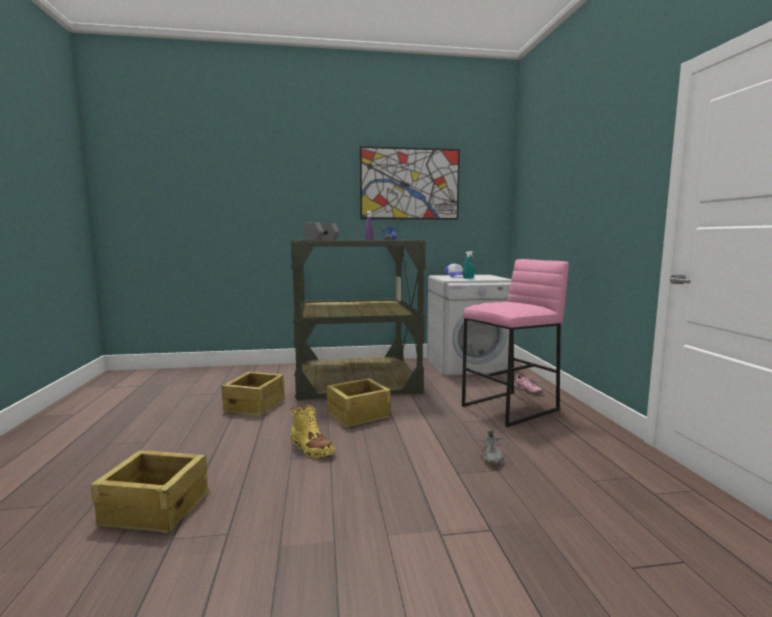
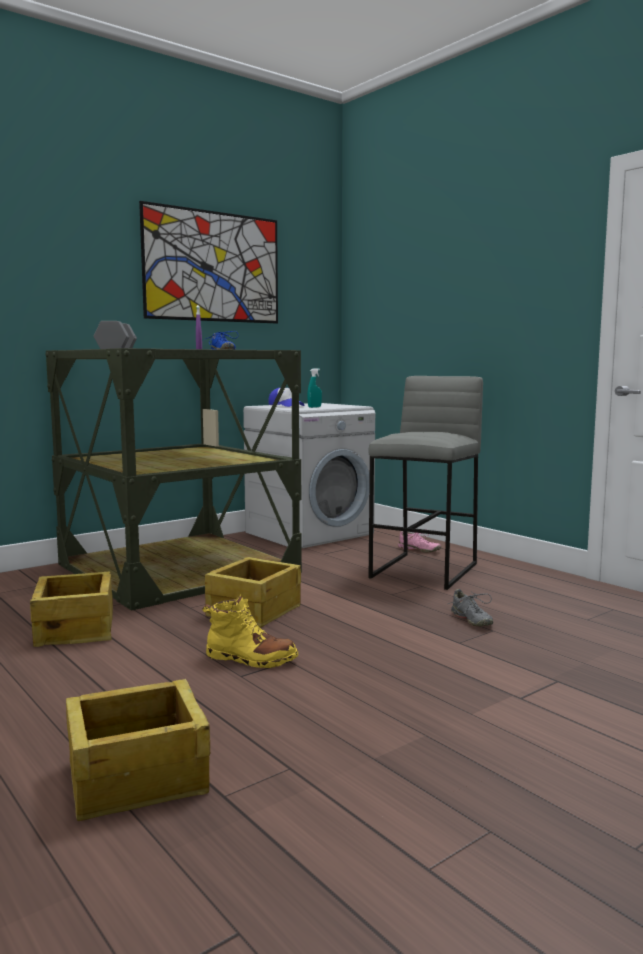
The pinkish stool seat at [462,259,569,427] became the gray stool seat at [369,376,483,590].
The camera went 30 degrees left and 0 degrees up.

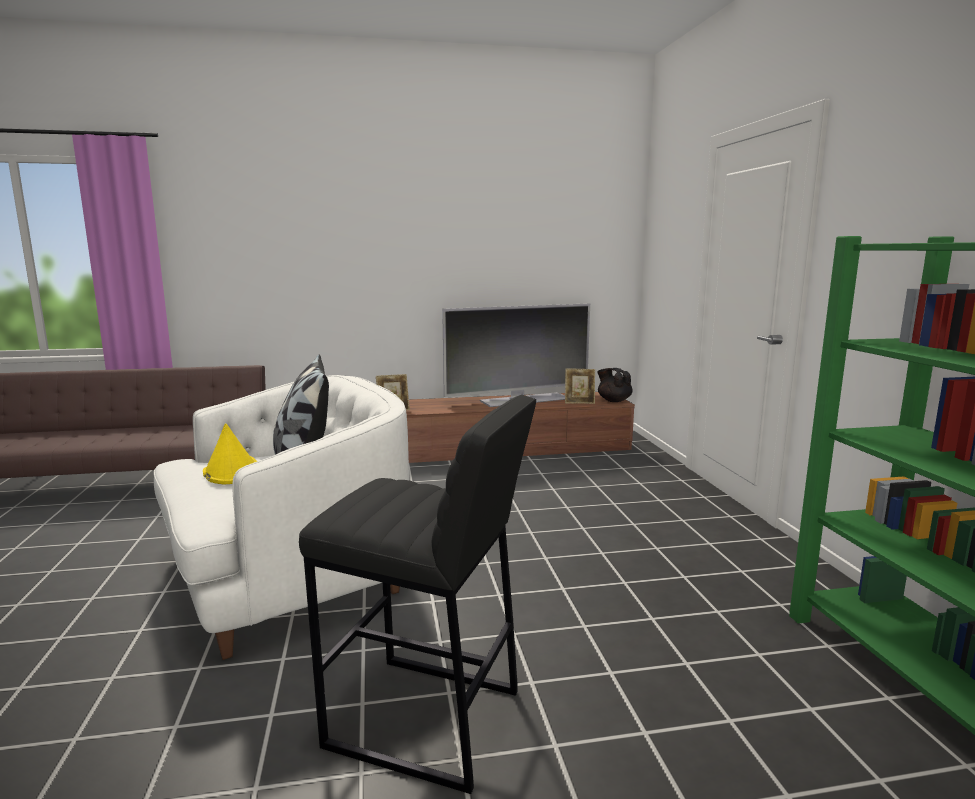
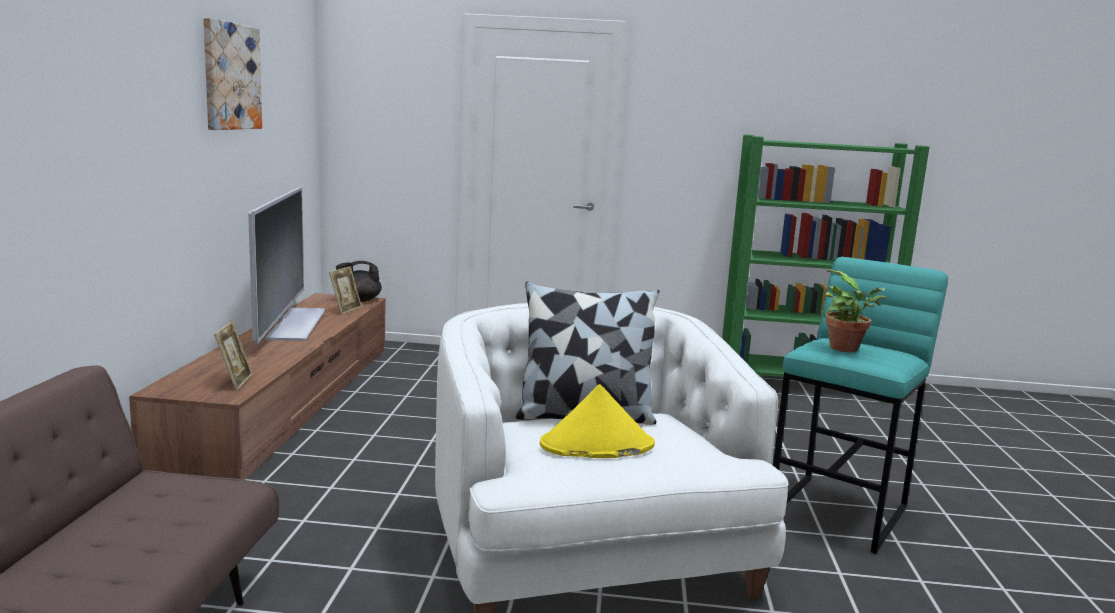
The wall picture at [203,17,262,130] appeared.
The plant in a pot at [823,270,887,352] appeared.
The black-coloured stool seat at [299,395,536,794] became the turquoise-coloured stool seat at [773,257,948,554].
The camera went 75 degrees left and 0 degrees up.

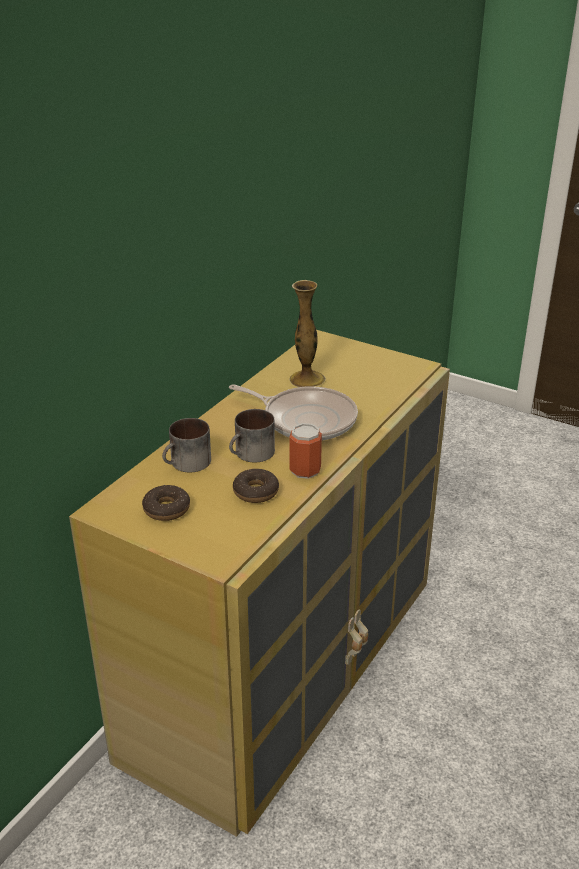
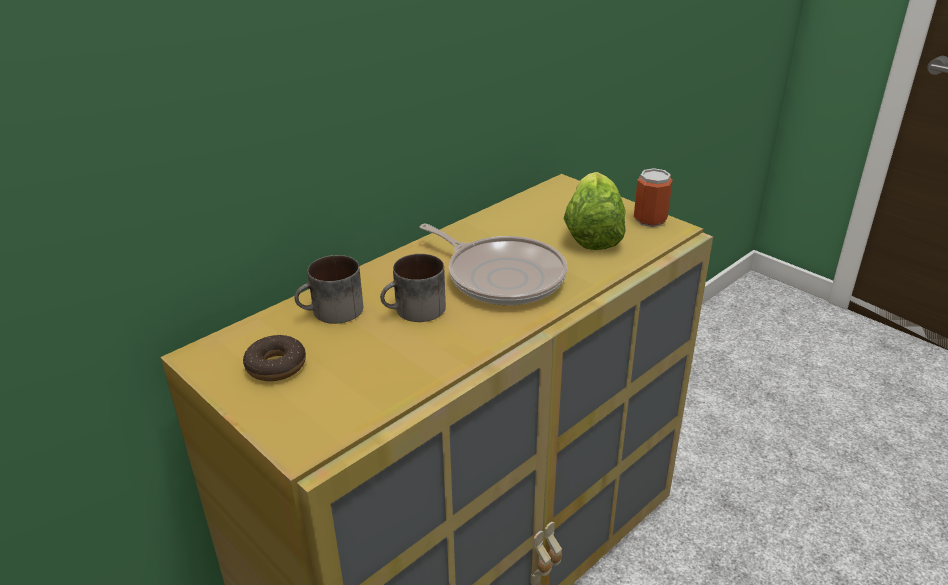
The ring doughnut at [233,469,279,503] disappeared.
The decorative vase at [290,280,326,387] disappeared.
The lettuce at [564,172,626,250] appeared.
The can moved from [289,423,322,479] to [634,168,673,227].
The camera went 15 degrees right and 0 degrees up.

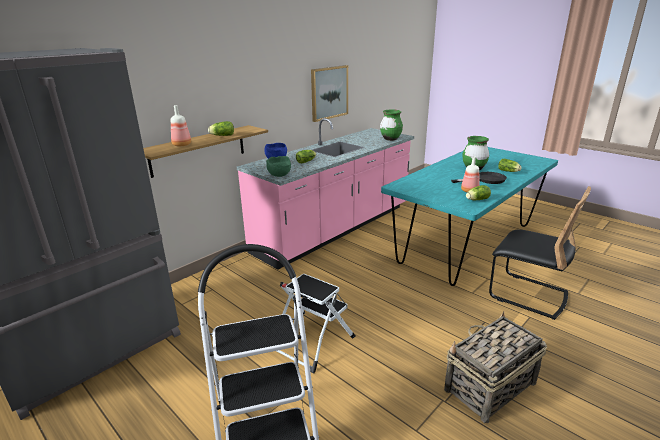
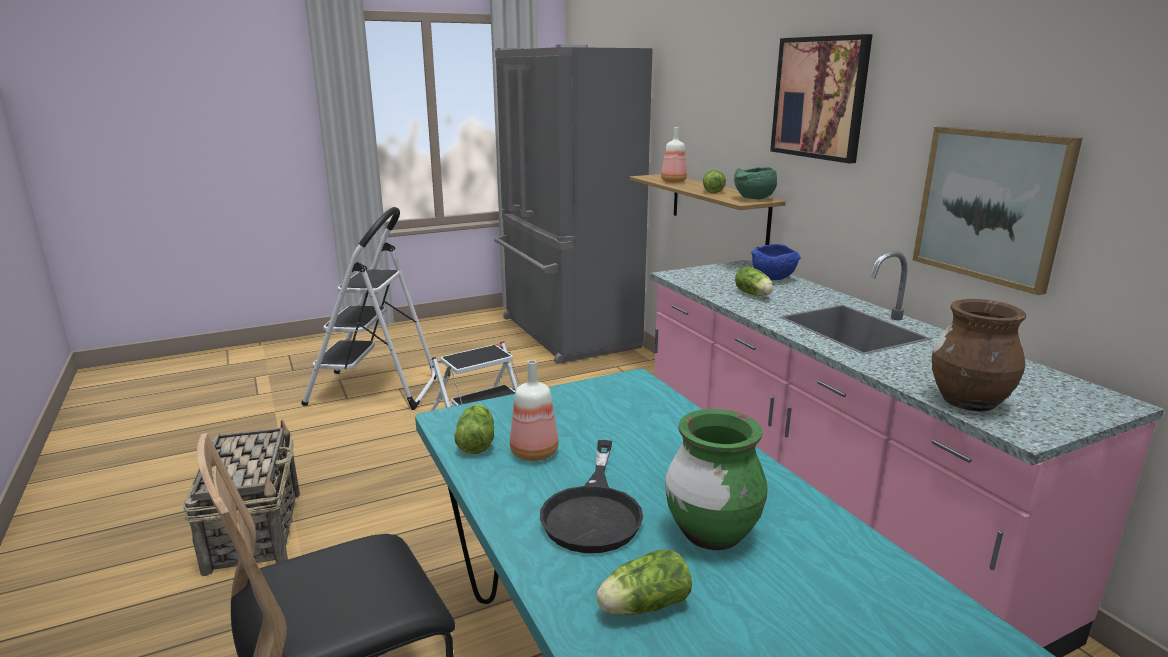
The wall picture at [770,34,873,163] appeared.
The green serving bowl moved from [266,156,291,177] to [734,167,777,199].
The green decorative vase at [380,109,403,141] became the brown-coloured decorative vase at [932,299,1026,411].
The camera went 110 degrees right and 5 degrees down.

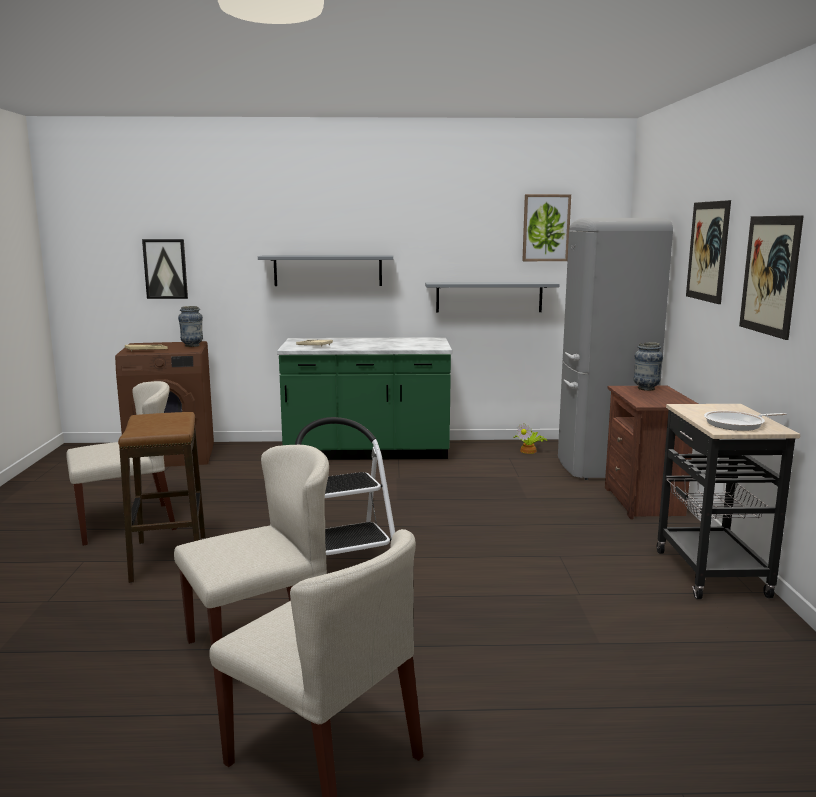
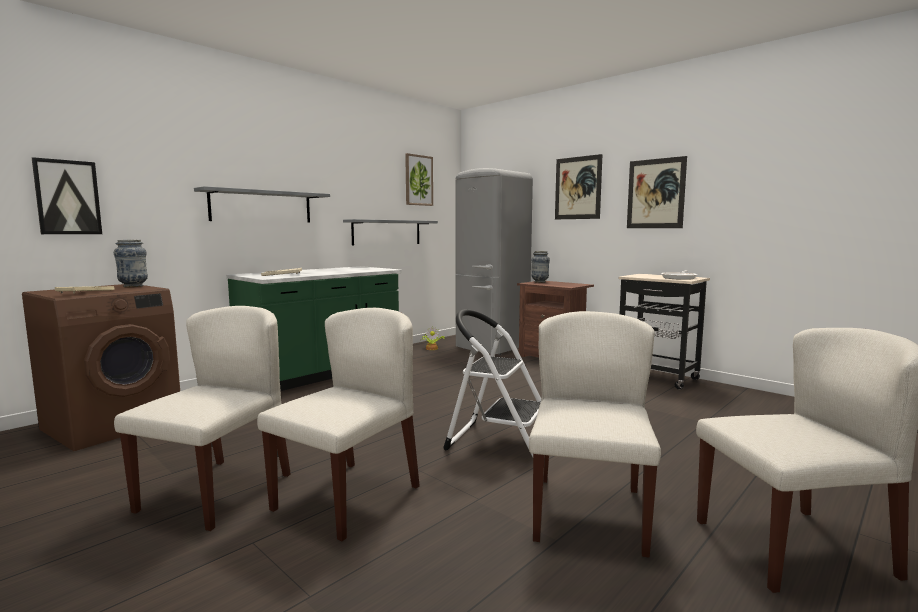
The stool seat at [118,412,206,583] was replaced by the sand-coloured upright chair at [257,308,420,541].
The camera went 45 degrees left and 5 degrees down.

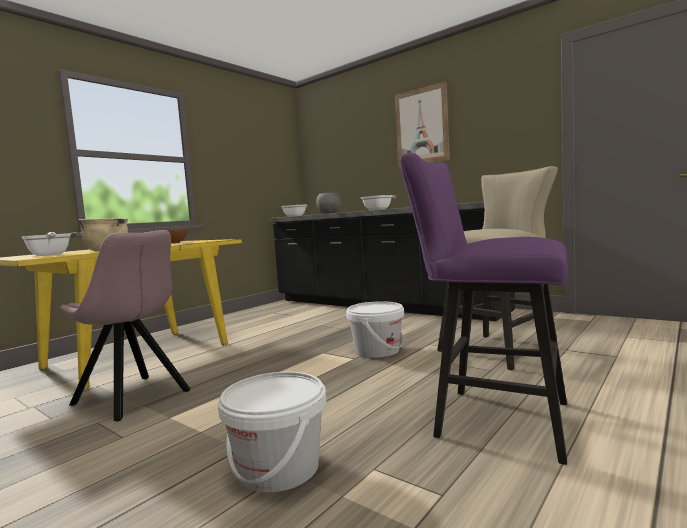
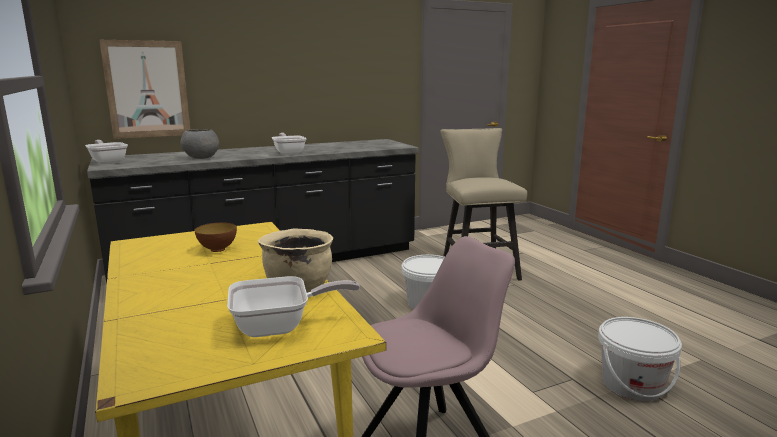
The purple-coloured stool seat at [400,152,568,465] disappeared.
The wall picture moved from [395,81,450,168] to [99,40,190,139].
The camera went 65 degrees left and 10 degrees up.

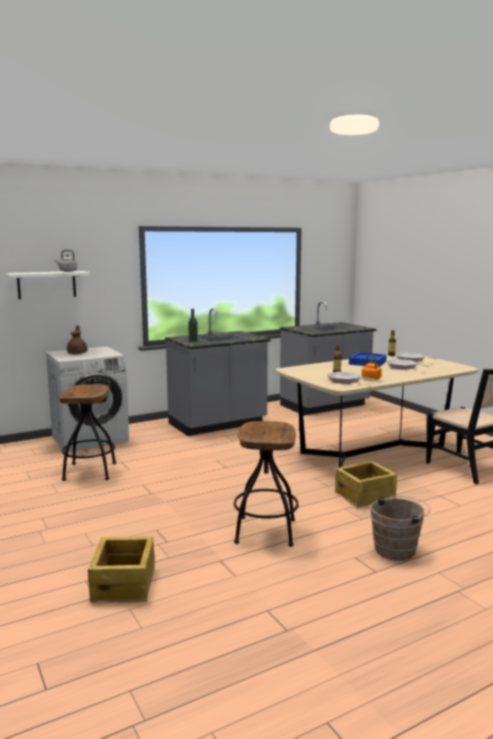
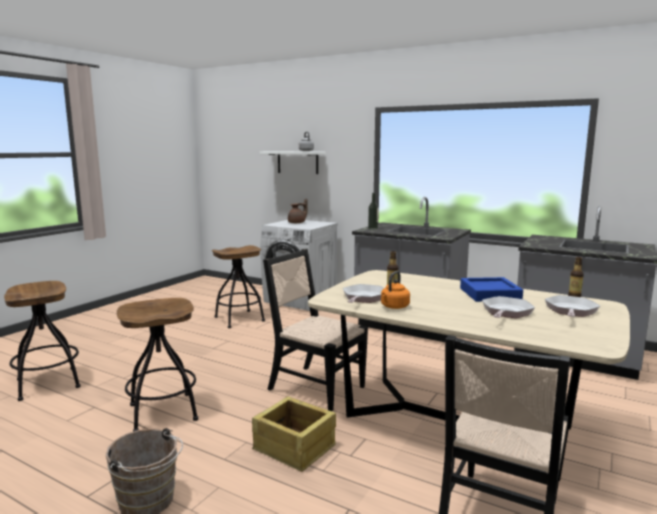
The upright chair at [263,249,368,411] appeared.
The shipping crate at [88,536,155,602] was replaced by the brown-coloured stool seat at [4,281,81,401].
The camera went 60 degrees right and 0 degrees up.

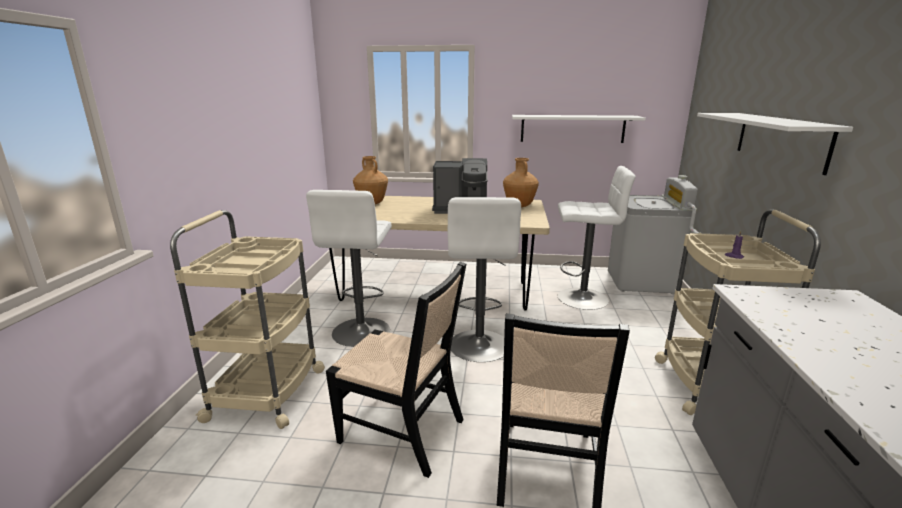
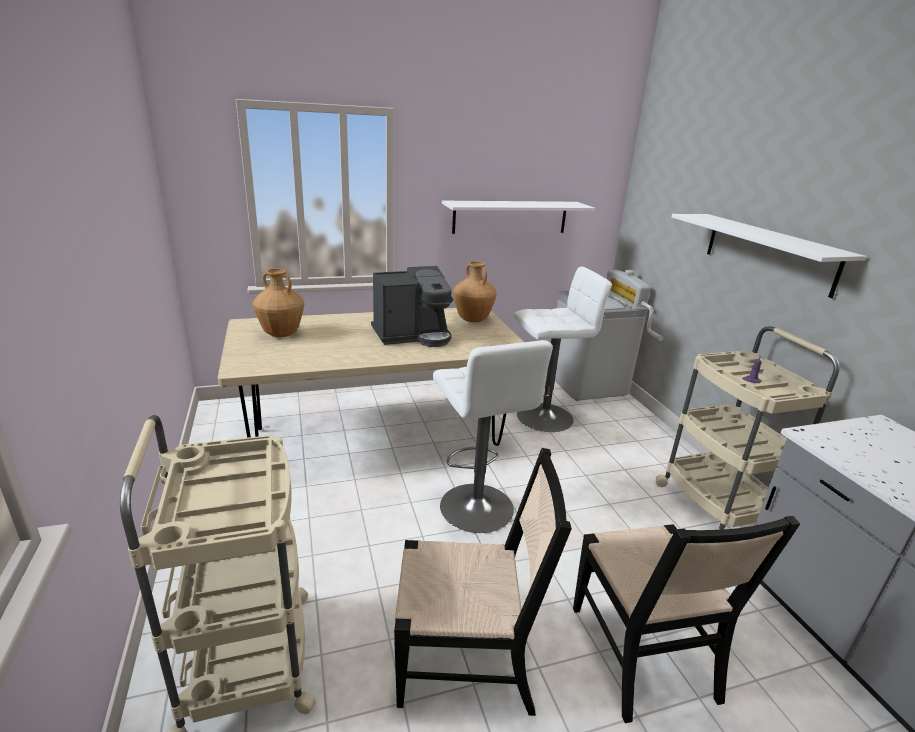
The whitish stool seat at [306,190,392,347] disappeared.
The camera went 25 degrees left and 5 degrees up.

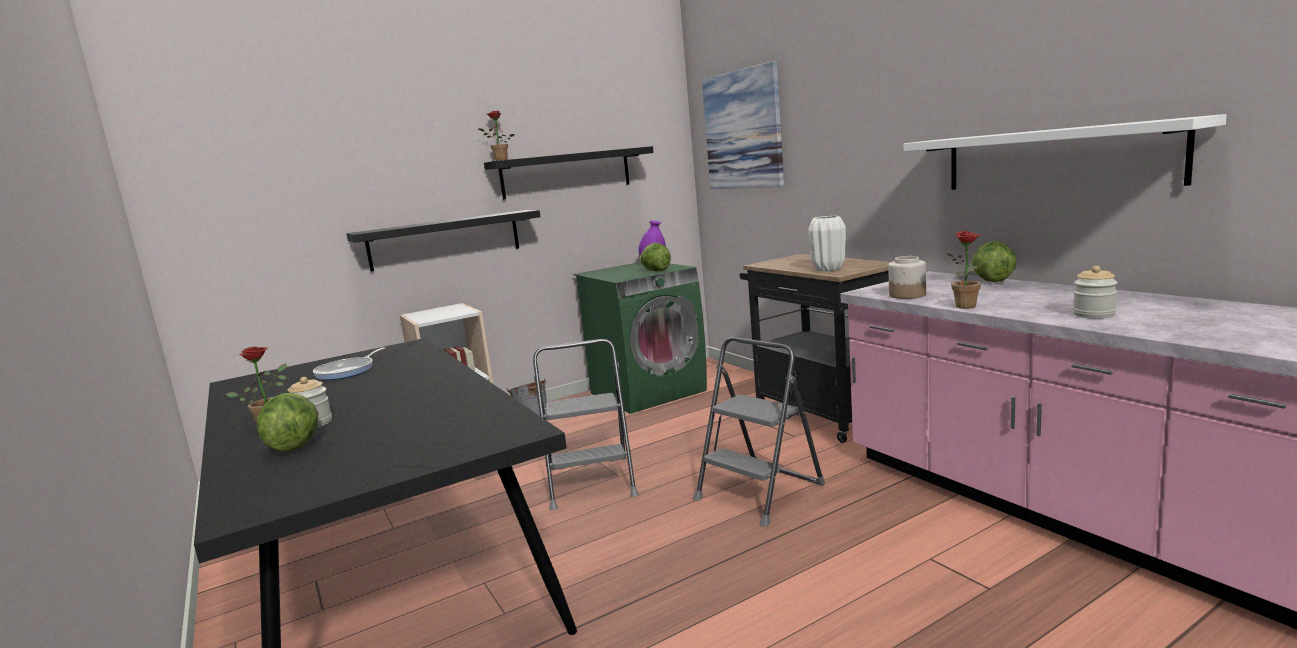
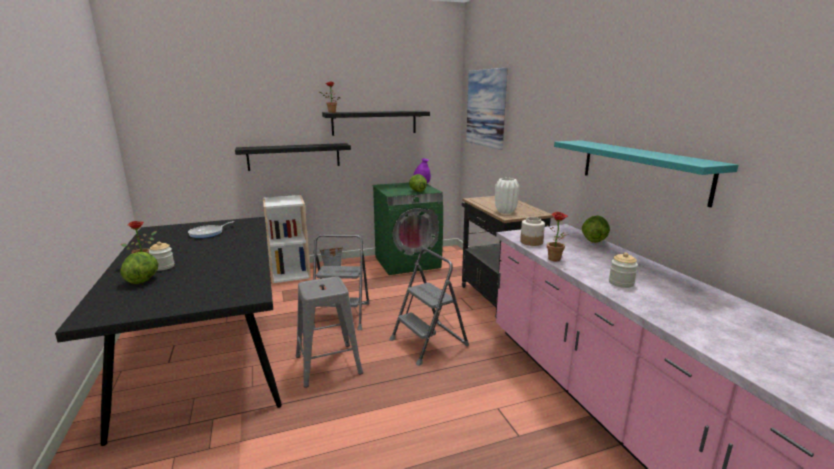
The gray stool seat at [296,277,363,388] appeared.
The whitish wall shelf at [904,114,1227,190] became the turquoise-coloured wall shelf at [554,140,738,207].
The camera went 10 degrees right and 5 degrees up.

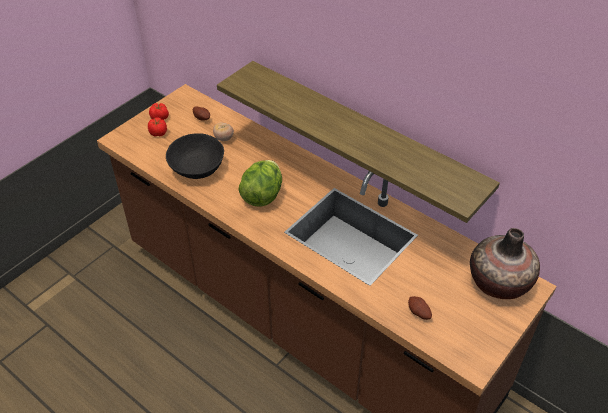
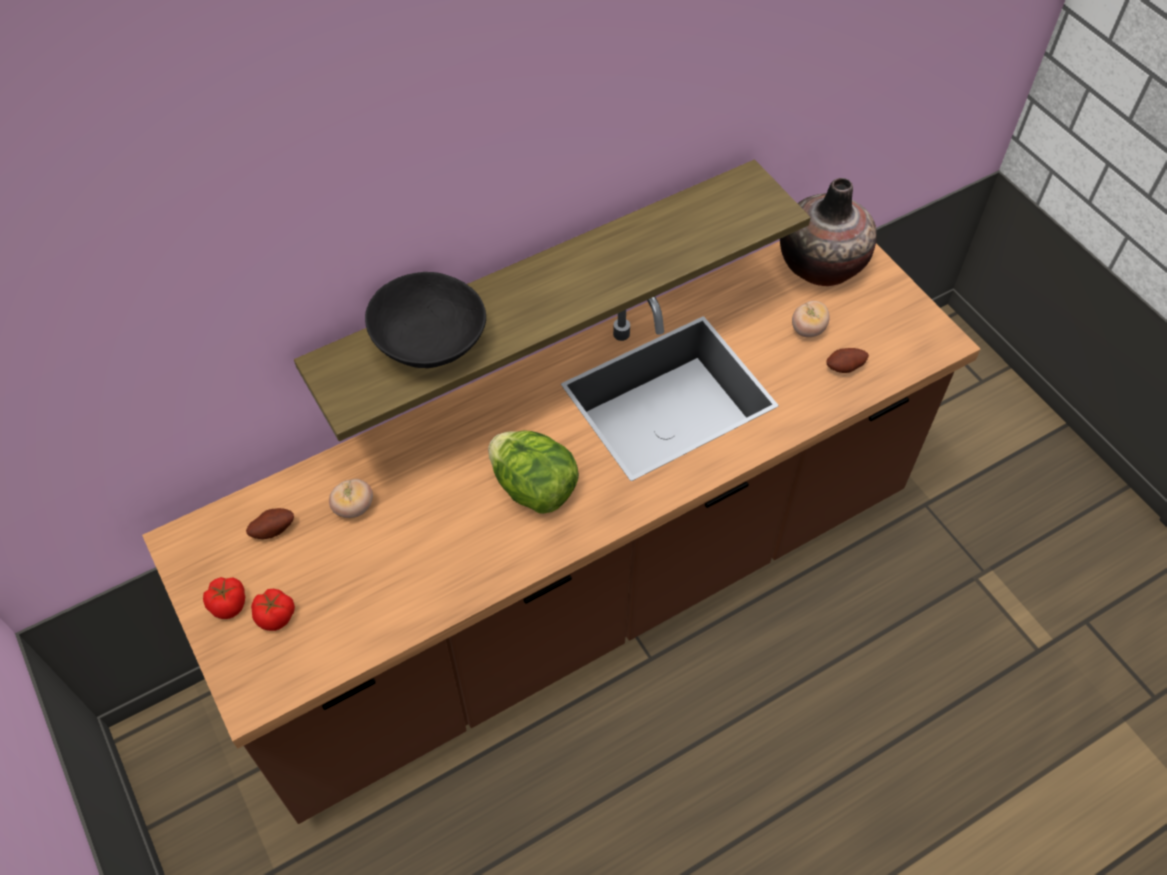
The whole tomato at [792,301,830,337] appeared.
The black-coloured serving bowl moved from [166,133,224,179] to [365,272,486,368].
The camera went 70 degrees left and 10 degrees up.

